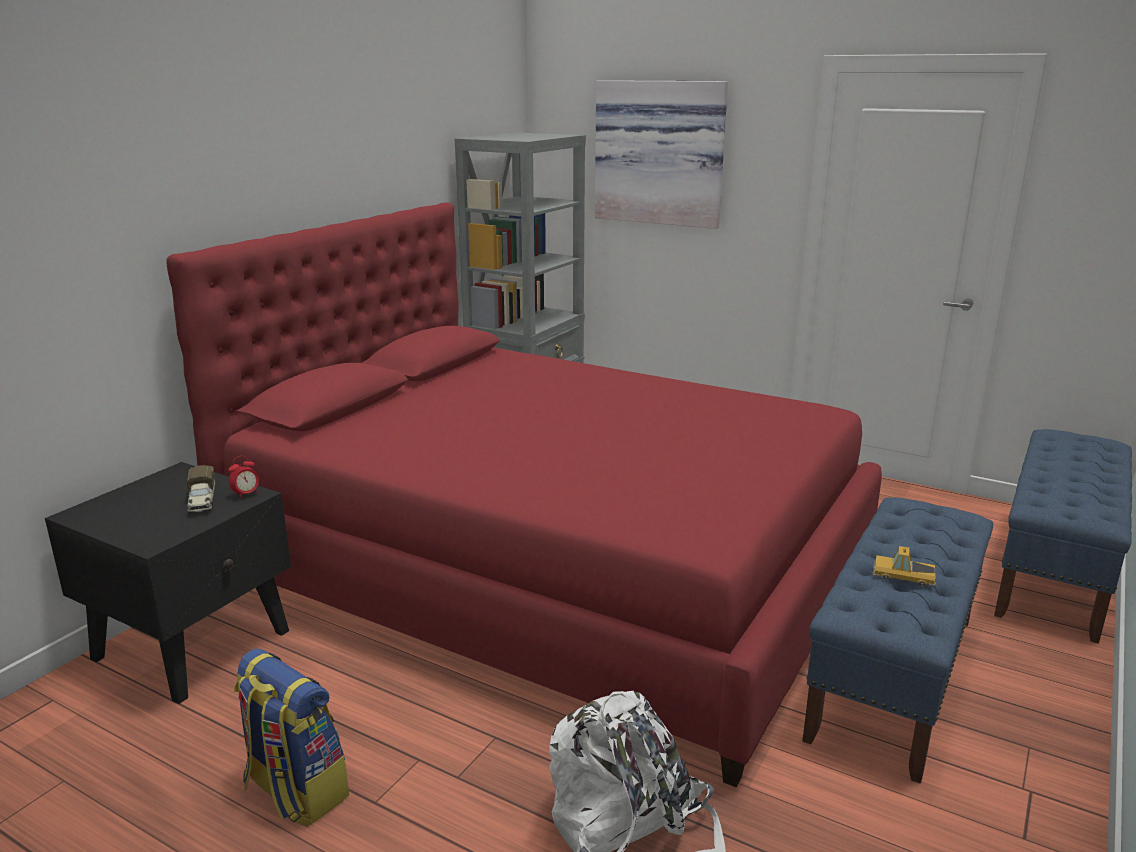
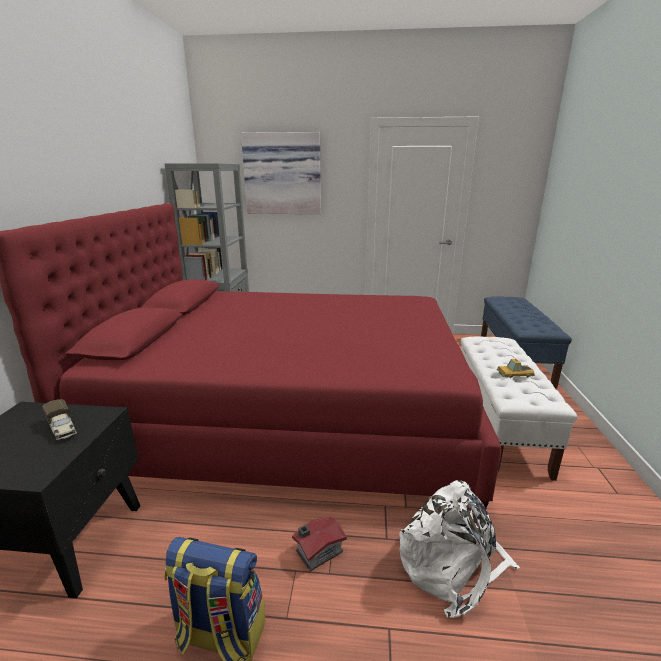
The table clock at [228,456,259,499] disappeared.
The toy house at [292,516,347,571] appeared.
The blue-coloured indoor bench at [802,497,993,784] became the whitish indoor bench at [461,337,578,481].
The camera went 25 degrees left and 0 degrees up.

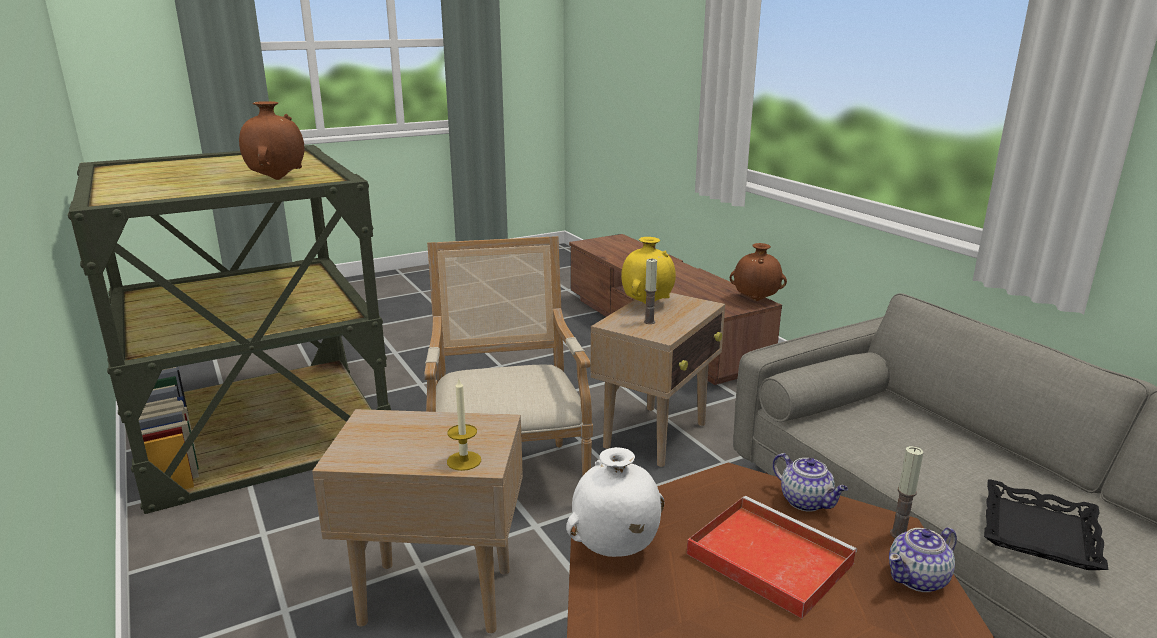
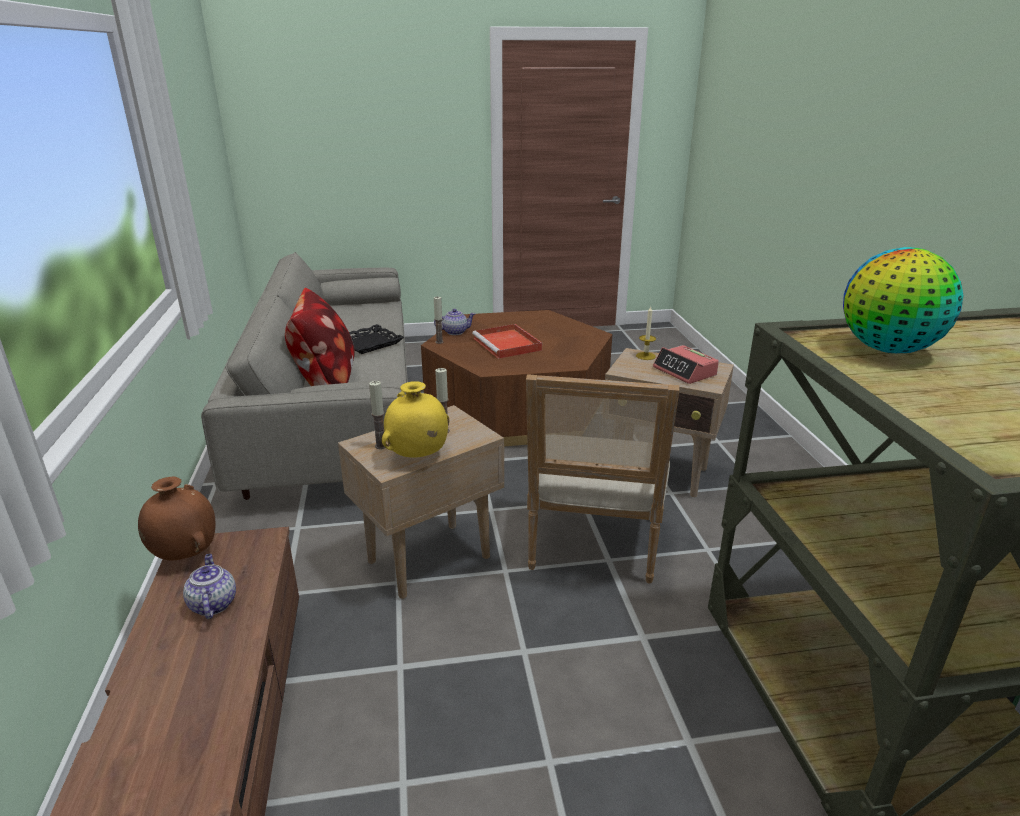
The whitish decorative vase at [566,447,665,557] disappeared.
The cushion at [285,288,355,386] appeared.
The candle at [369,381,385,449] appeared.
The table clock at [653,345,719,384] appeared.
The teapot moved from [773,453,848,511] to [183,554,236,619].
The brown-coloured decorative vase at [239,101,305,180] was replaced by the desk globe at [843,247,964,353].
The camera went 160 degrees left and 5 degrees up.

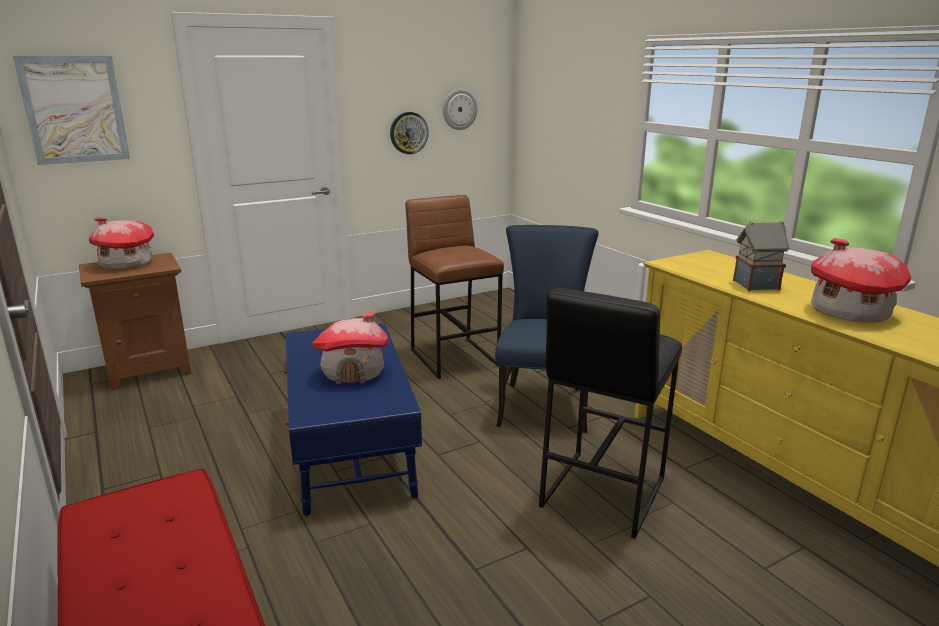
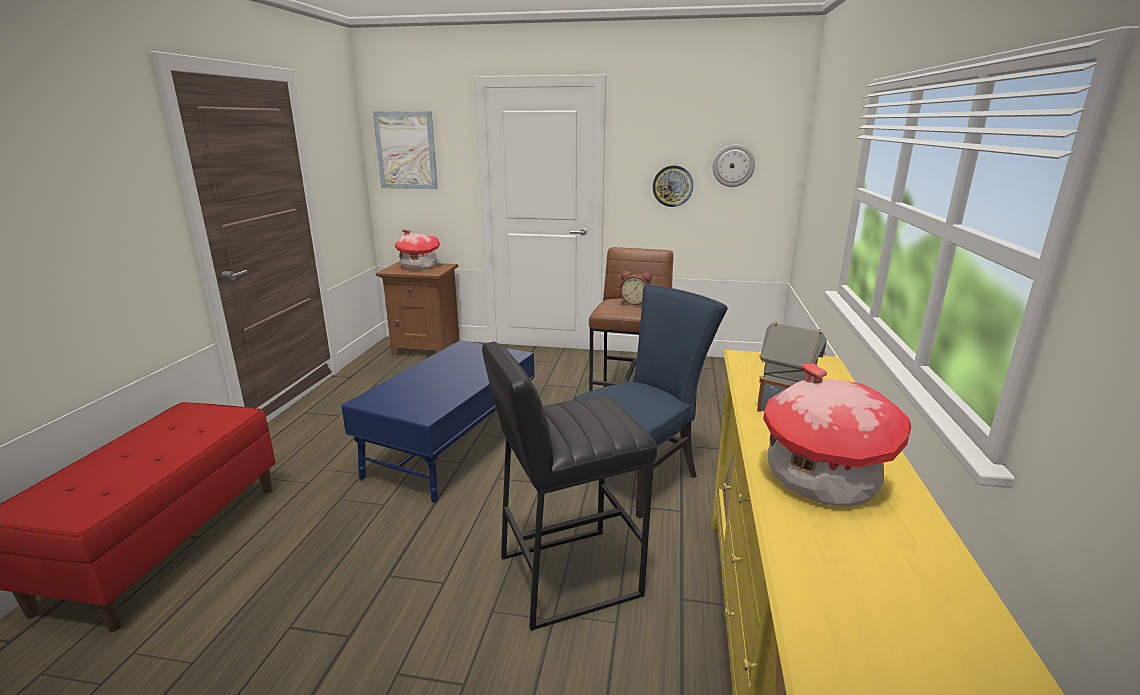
The toy house at [313,312,389,384] disappeared.
The table clock at [620,271,652,305] appeared.
The camera went 40 degrees right and 0 degrees up.

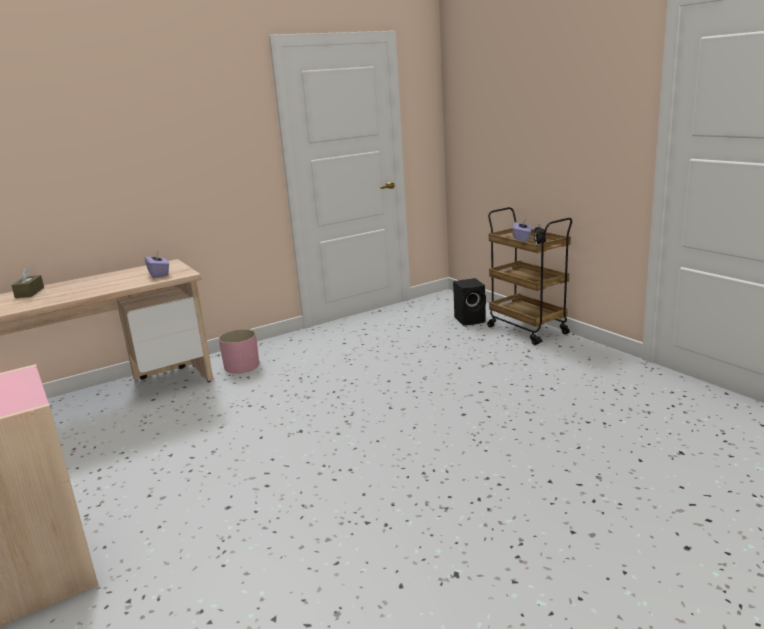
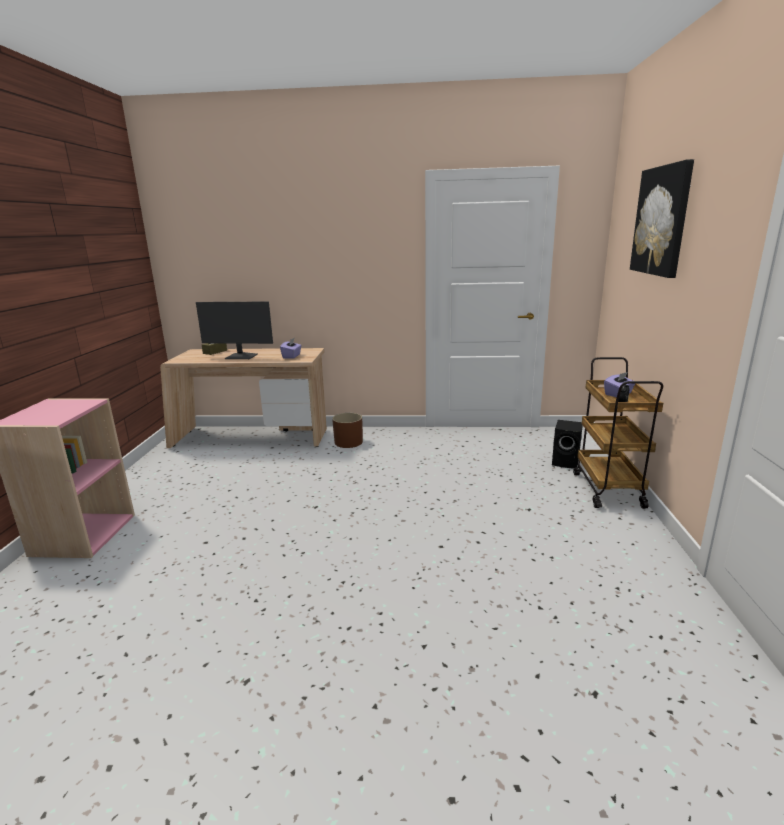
The computer display at [196,302,273,359] appeared.
The wall picture at [630,159,694,278] appeared.
The pinkish planter at [219,329,259,374] became the brown-coloured planter at [332,413,363,448].
The camera went 35 degrees right and 0 degrees up.

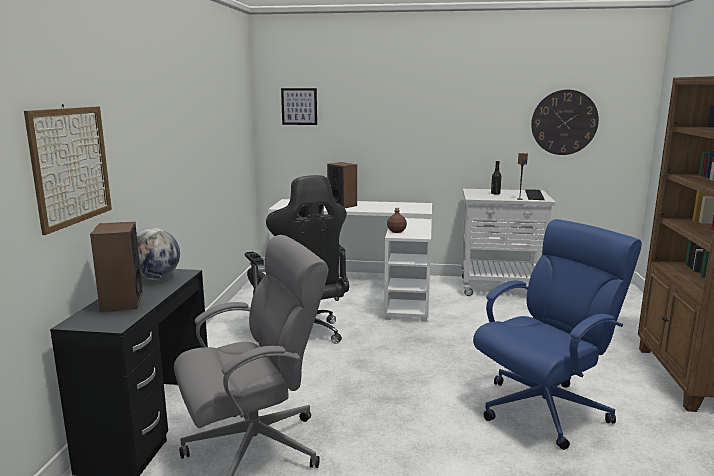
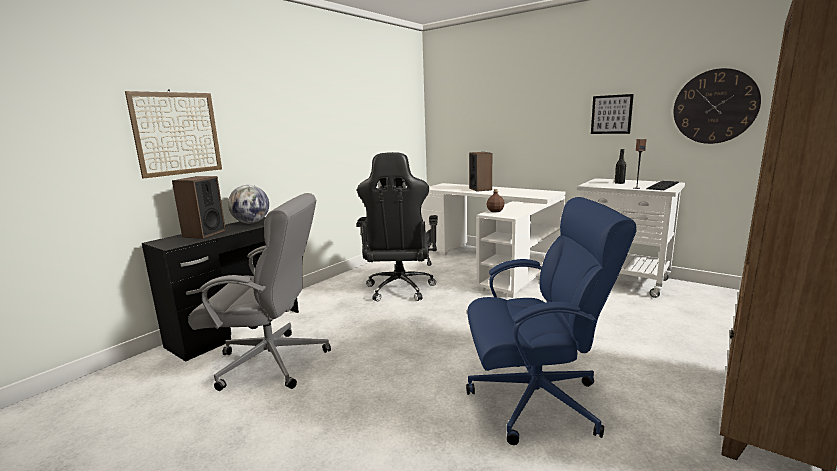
The wall picture moved from [281,88,317,125] to [591,94,634,134].
The camera went 30 degrees right and 0 degrees up.

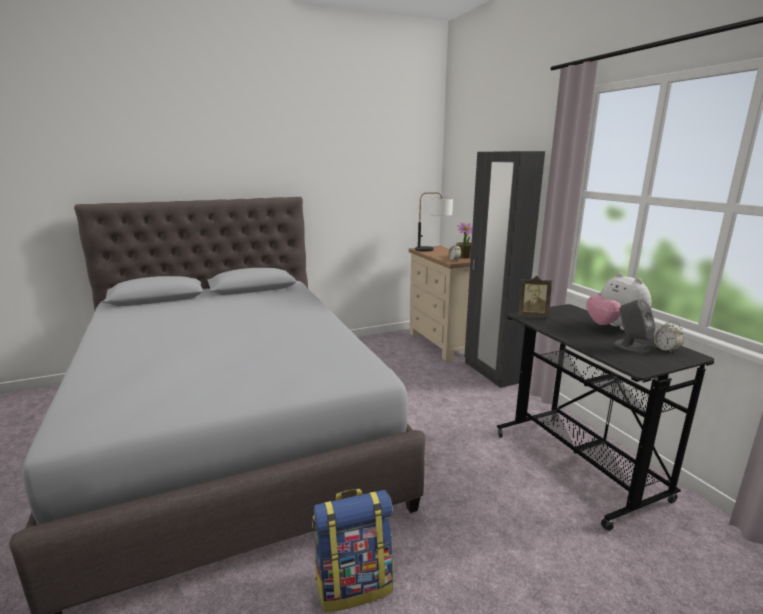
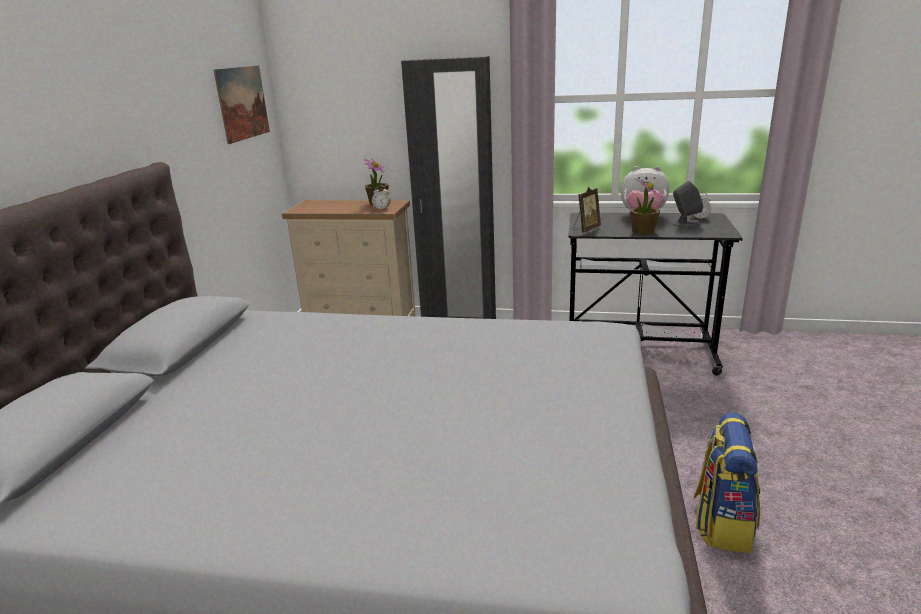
The tabletop lamp at [415,192,453,251] disappeared.
The wall picture at [213,66,270,144] appeared.
The plant in a pot at [630,178,660,235] appeared.
The camera went 55 degrees left and 5 degrees up.

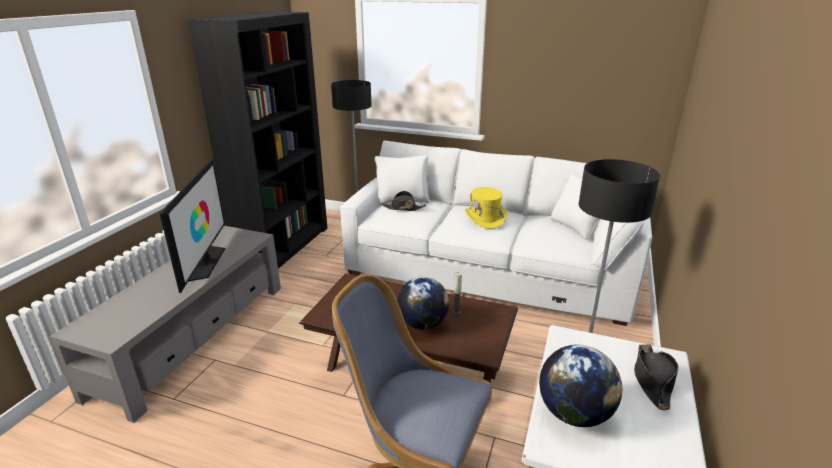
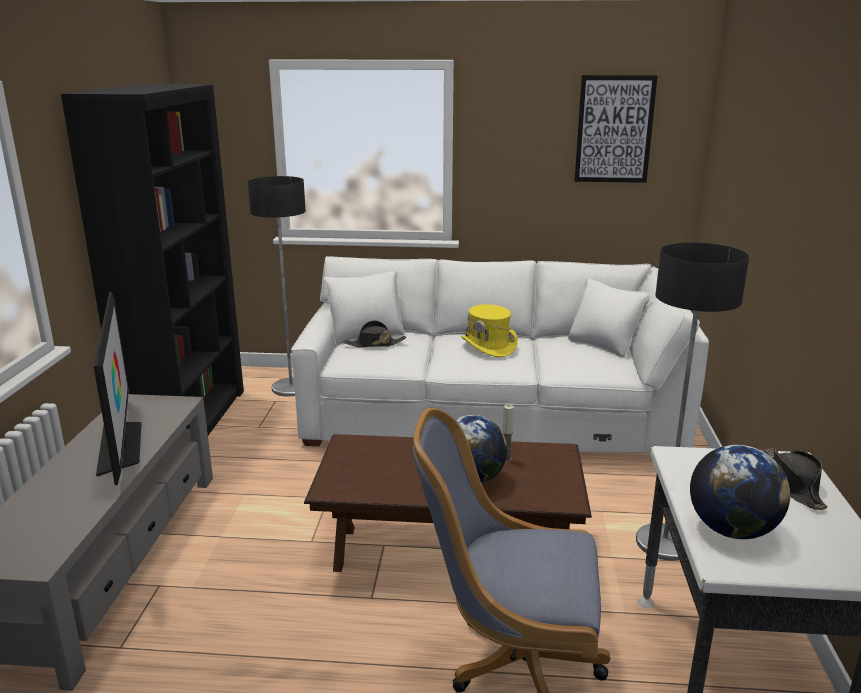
The wall picture at [574,75,658,183] appeared.
The camera went 15 degrees left and 5 degrees down.

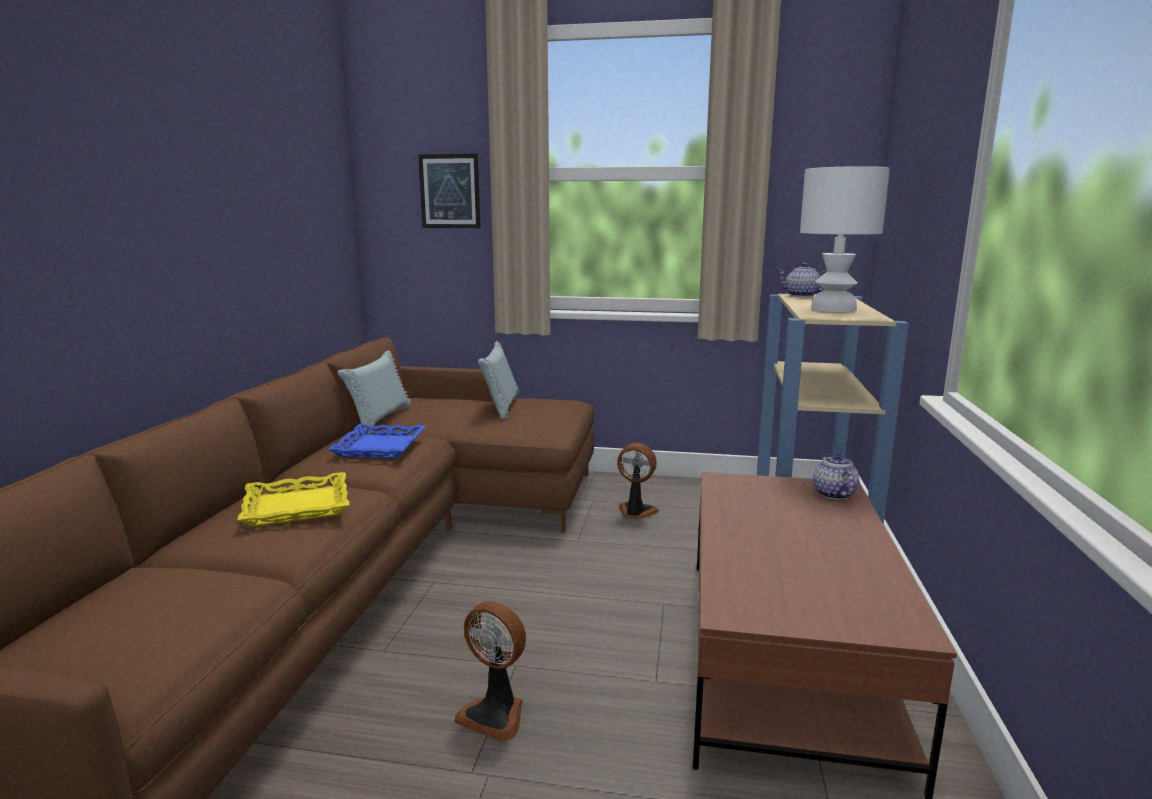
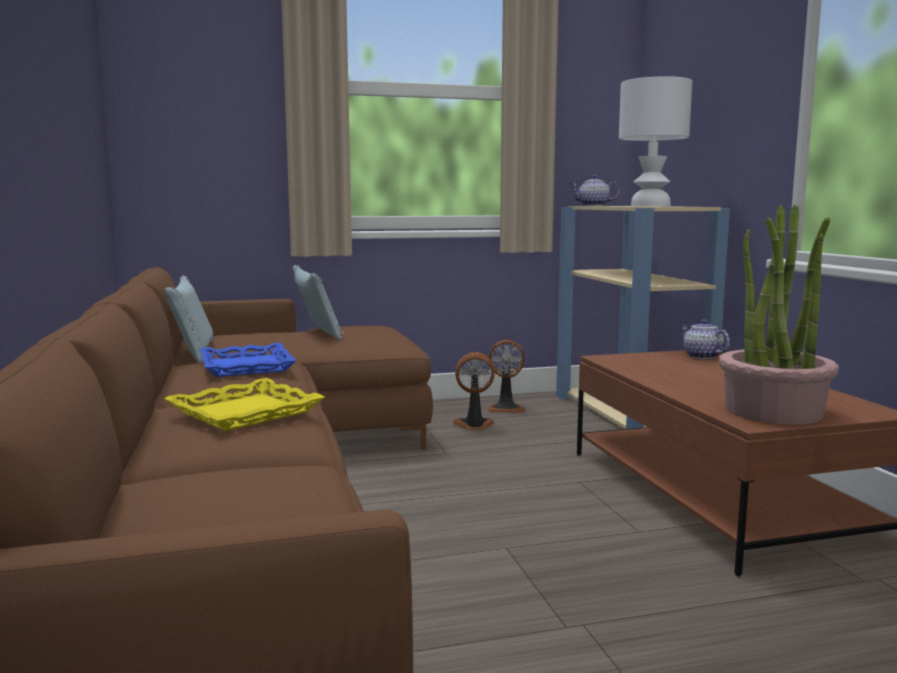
The wall picture at [418,154,480,228] disappeared.
The plant in a pot at [719,204,839,425] appeared.
The electric fan moved from [454,601,526,742] to [486,340,526,413].
The camera went 25 degrees left and 5 degrees down.

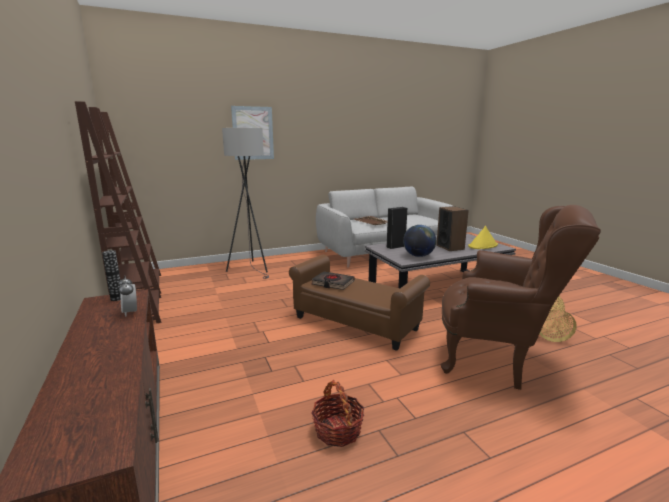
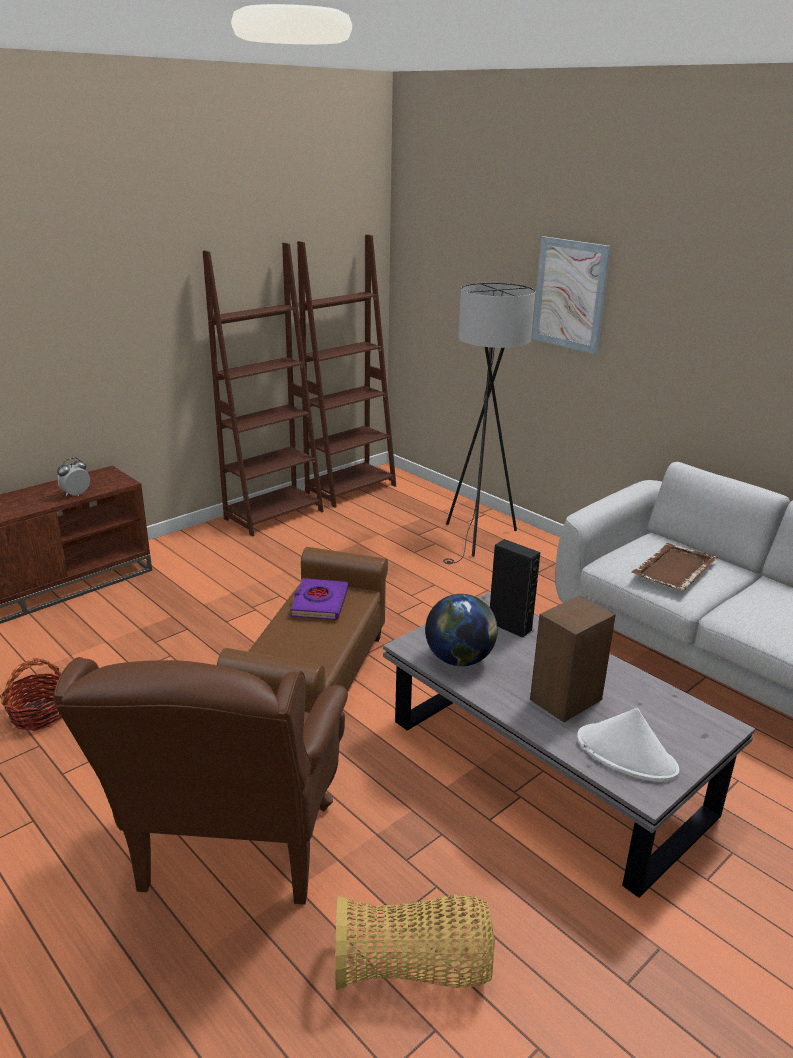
The decorative vase at [102,250,120,301] disappeared.
The black-coloured volume at [311,271,355,290] became the purple-coloured volume at [290,578,348,620].
The yellowish wearable hat at [468,226,498,249] became the whitish wearable hat at [577,708,679,782].
The camera went 70 degrees right and 10 degrees up.

